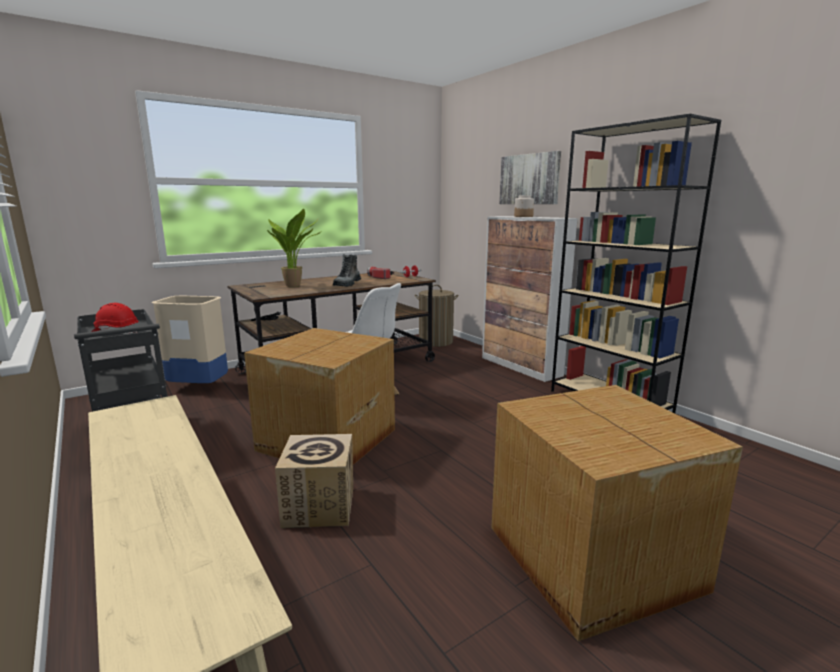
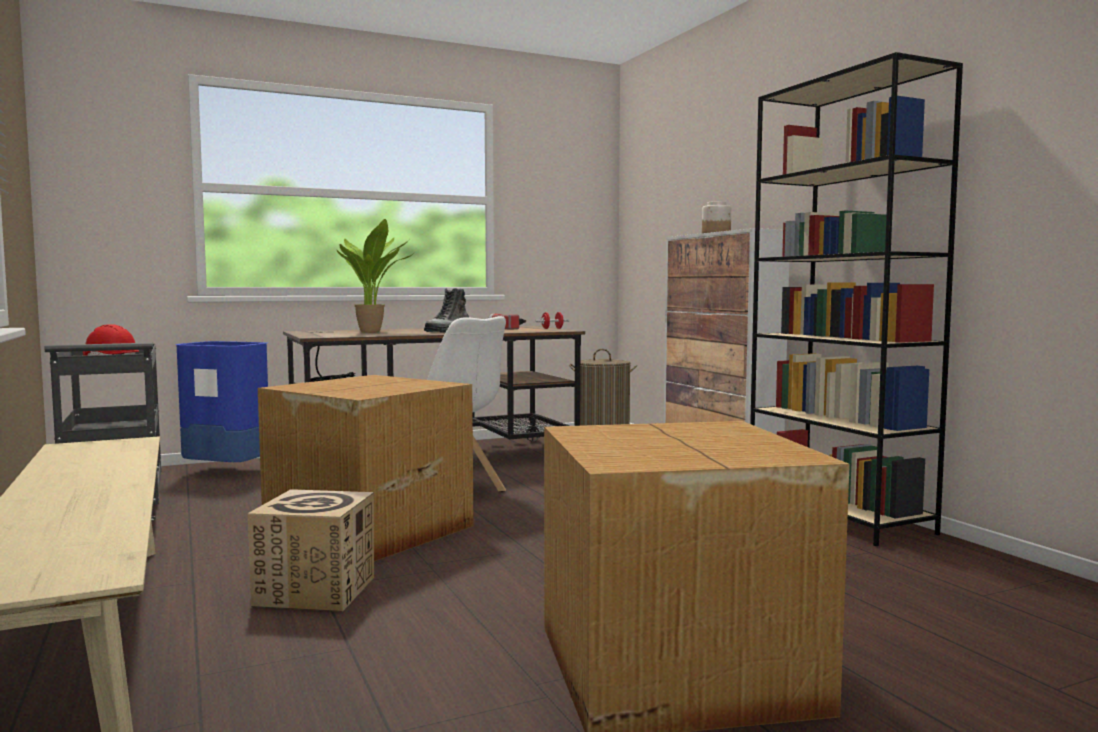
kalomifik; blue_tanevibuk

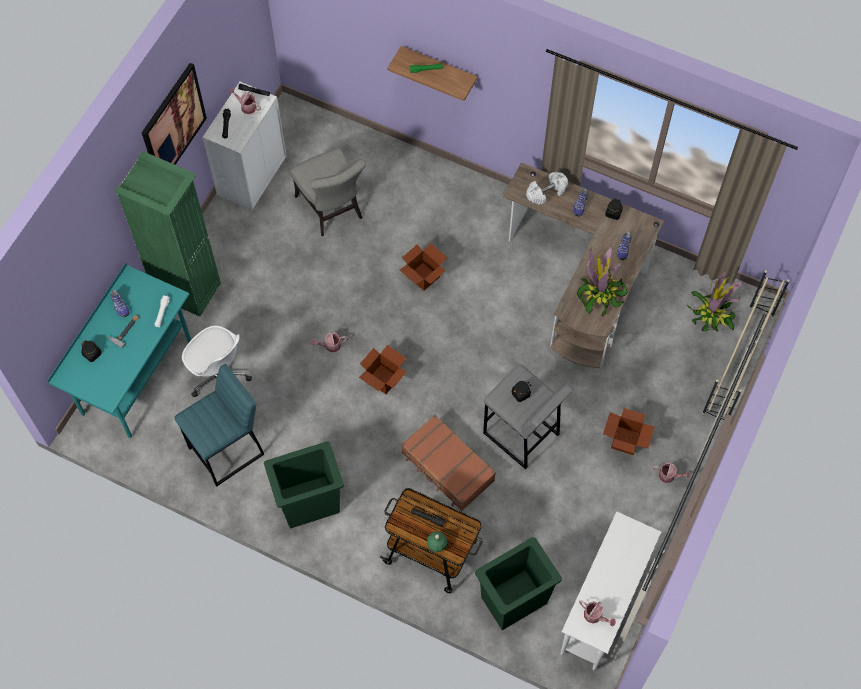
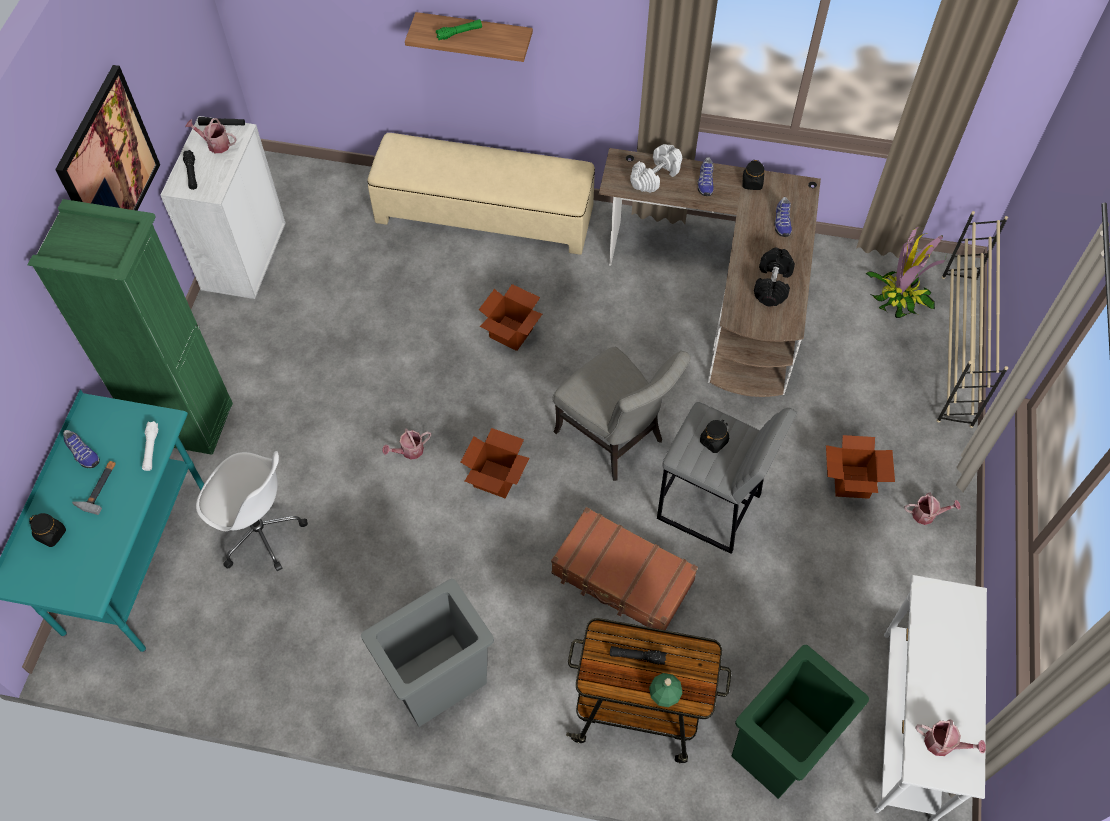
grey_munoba; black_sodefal; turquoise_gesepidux; grey_tanevibuk; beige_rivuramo

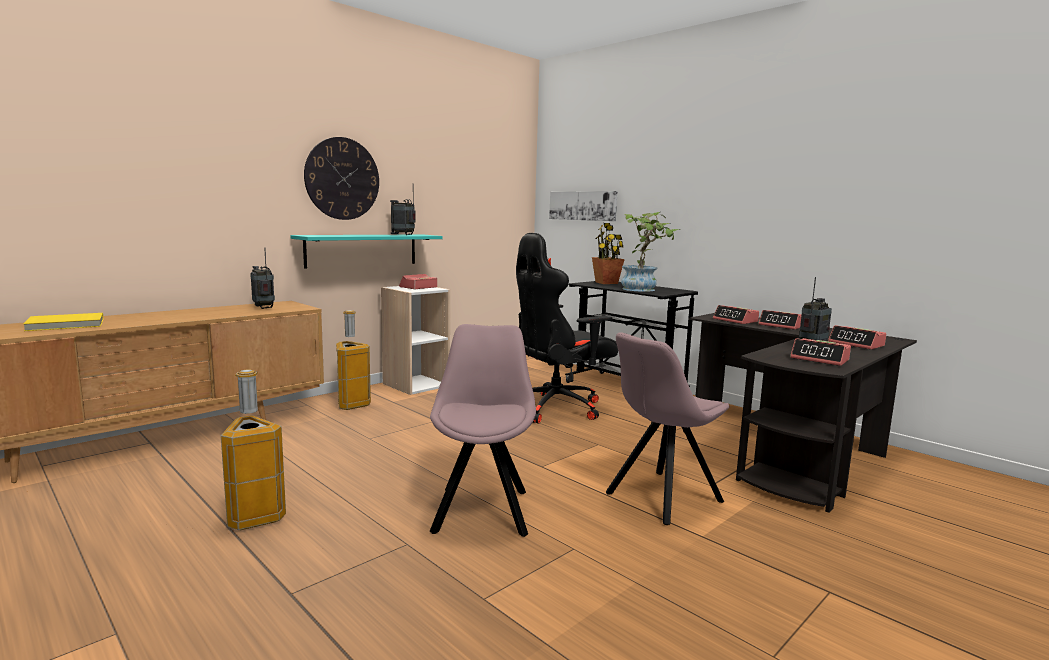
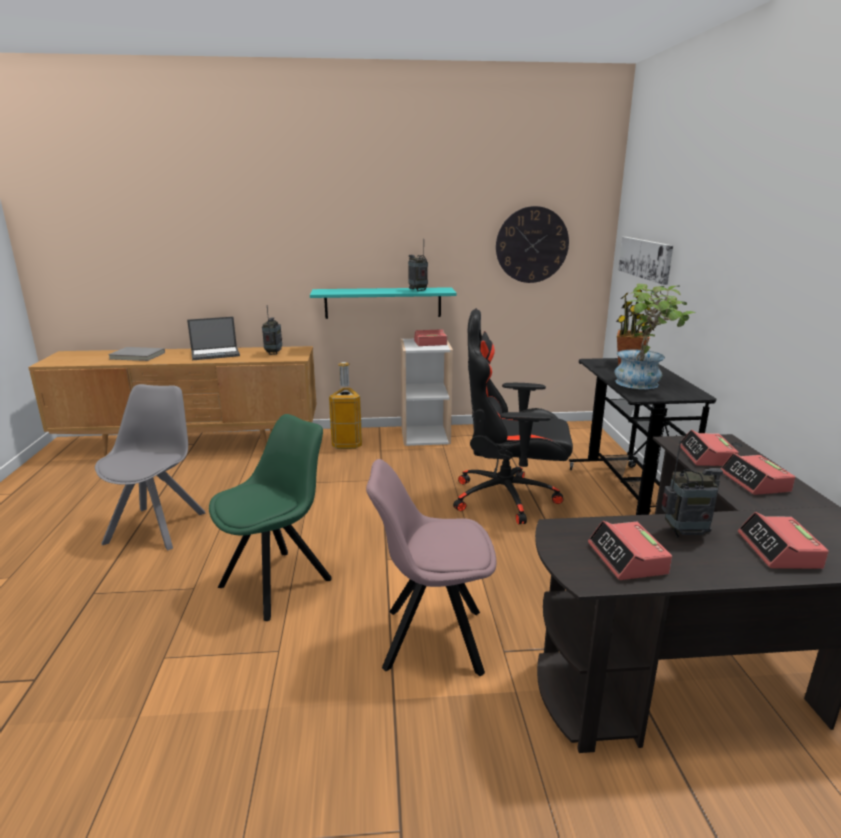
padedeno; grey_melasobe; green_munoba; grey_munoba; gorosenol

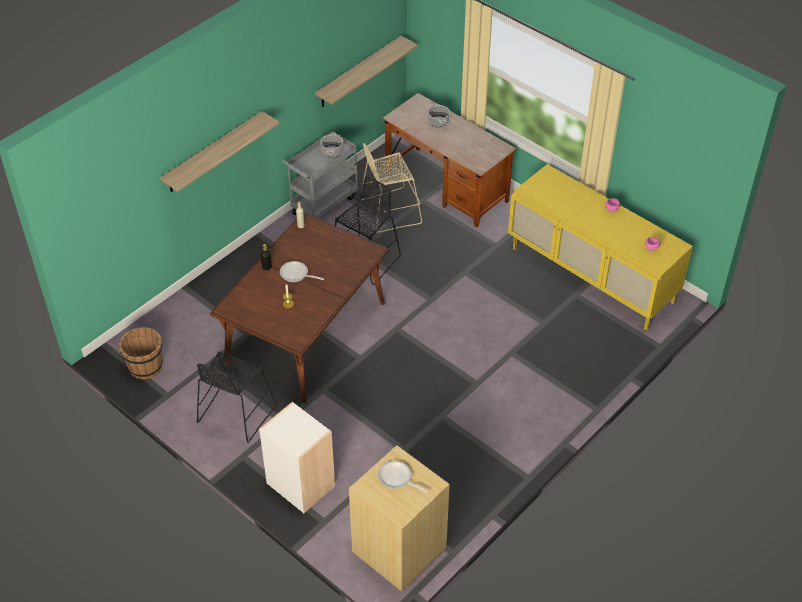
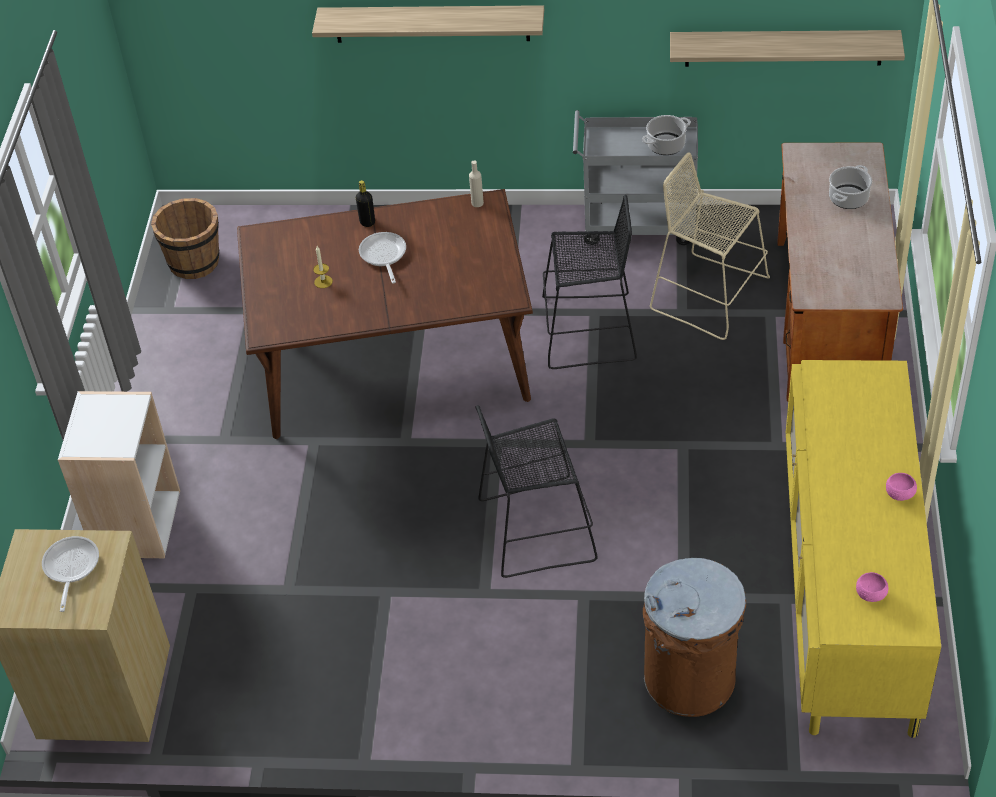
black_gesepidux (no. 1 from left); brown_tanevibuk

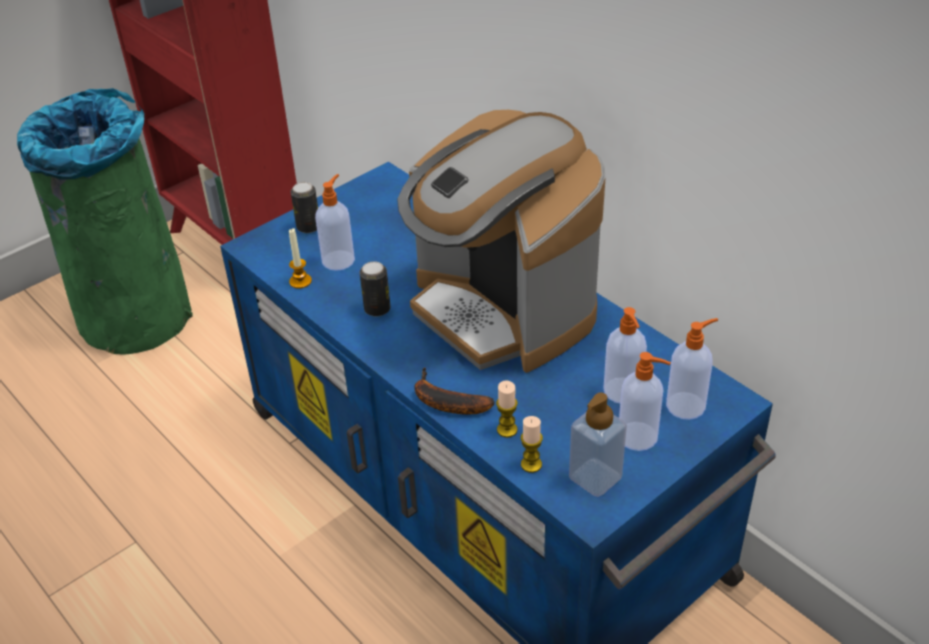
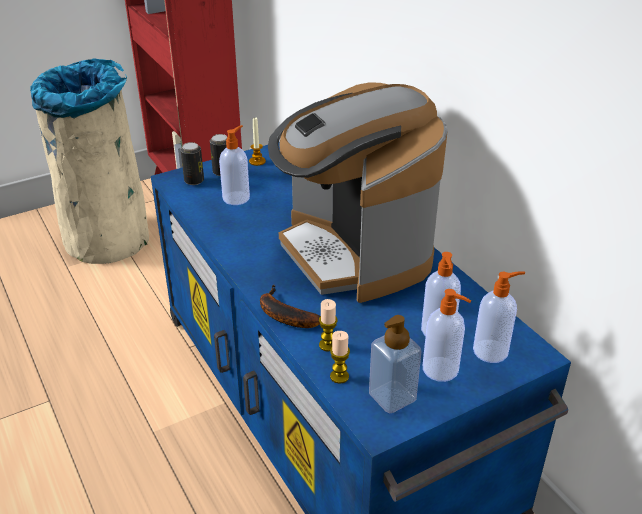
beige_tanevibuk; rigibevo (no. 1 from left); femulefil (no. 1 from left)

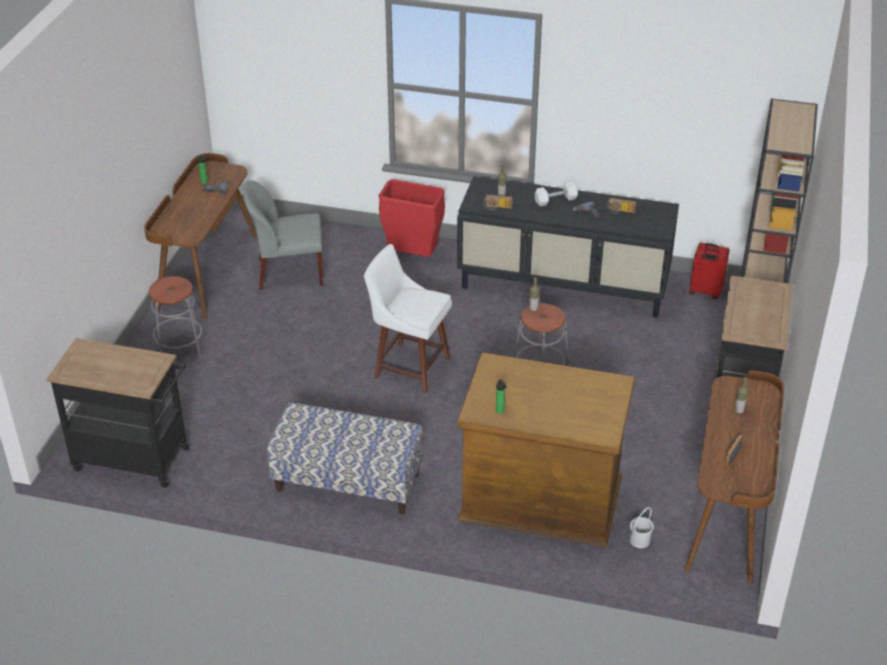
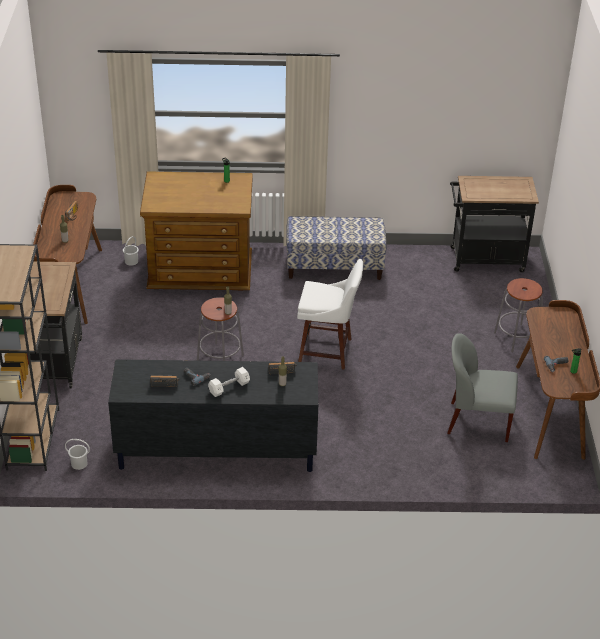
red_tanevibuk; grey_munoba; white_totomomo (no. 1 from left)

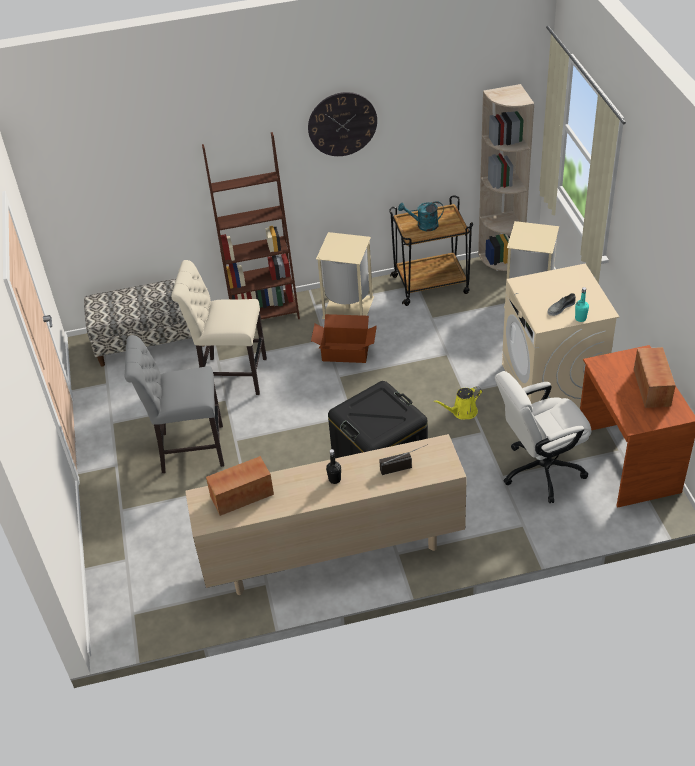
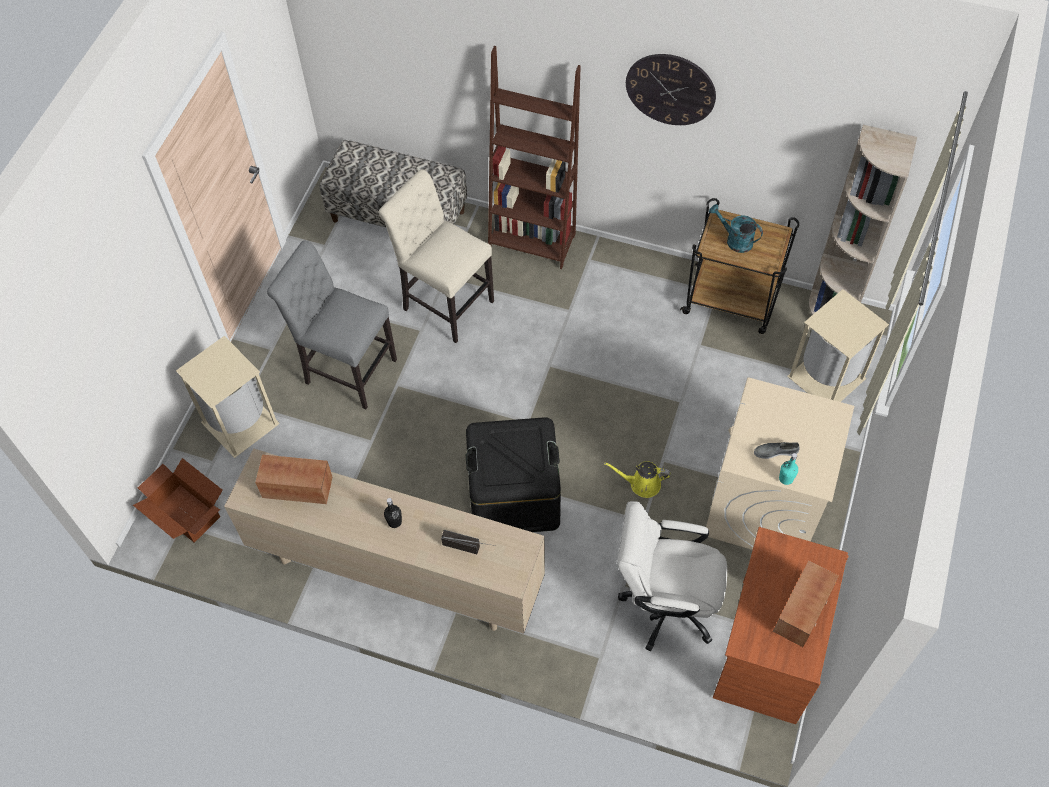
beige_tanevibuk (no. 1 from left); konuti

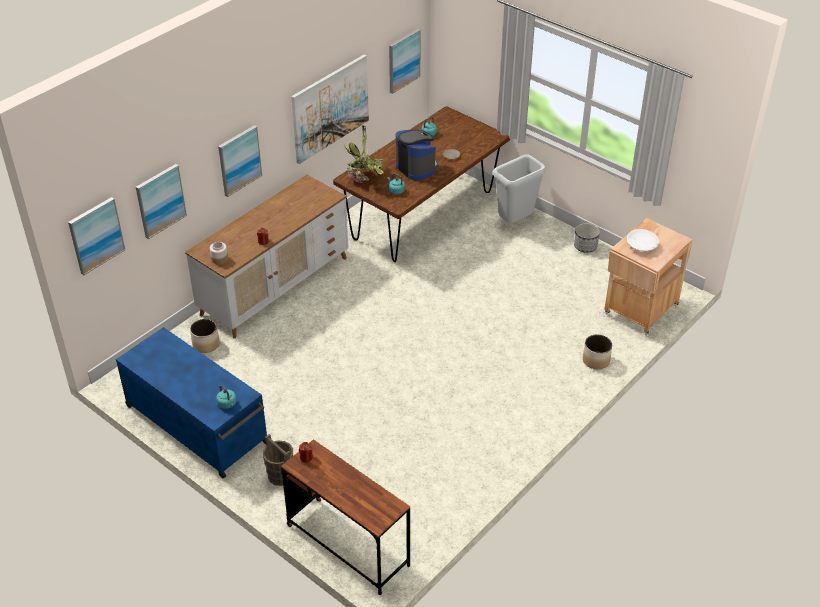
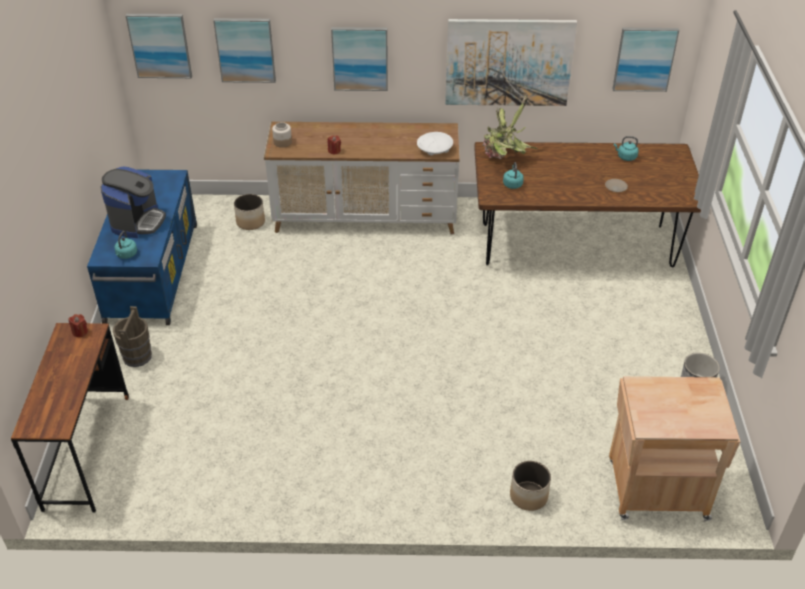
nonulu; grey_tanevibuk; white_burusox

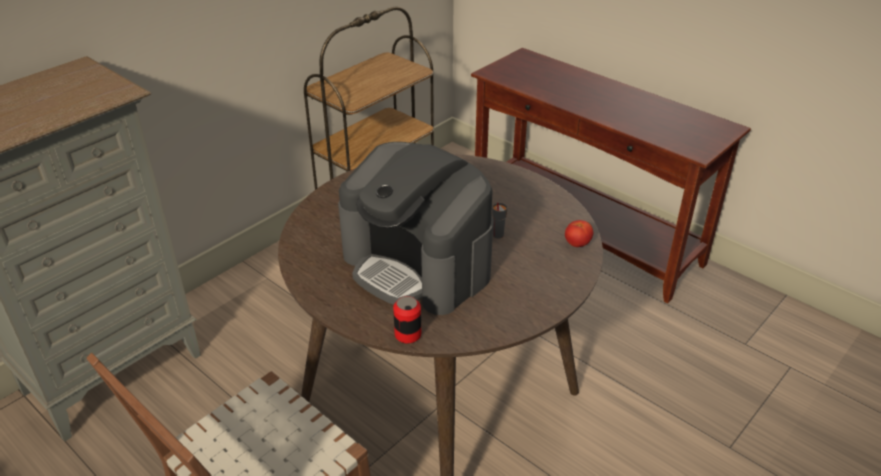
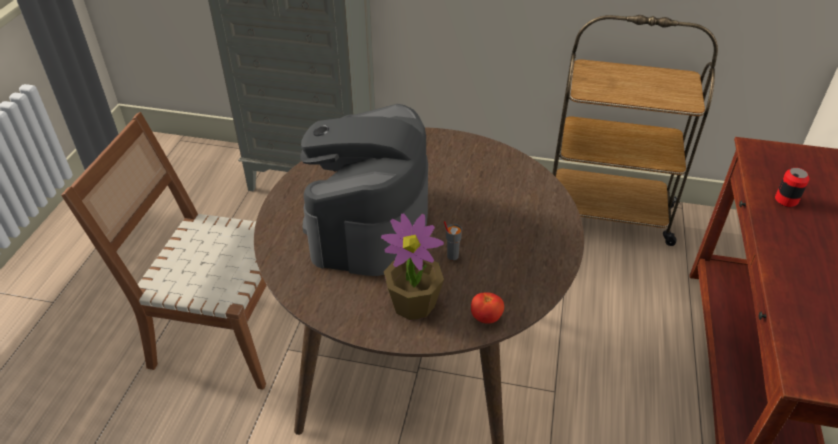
femulefil; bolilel

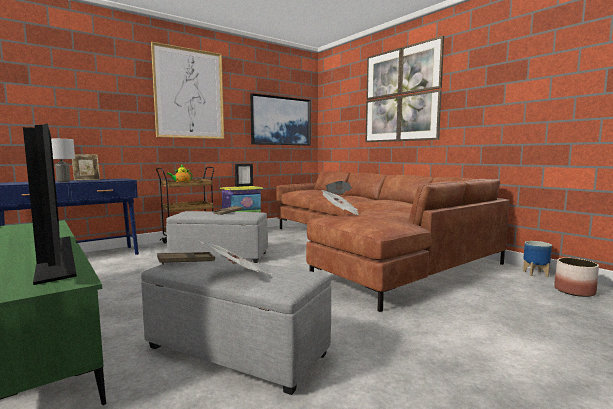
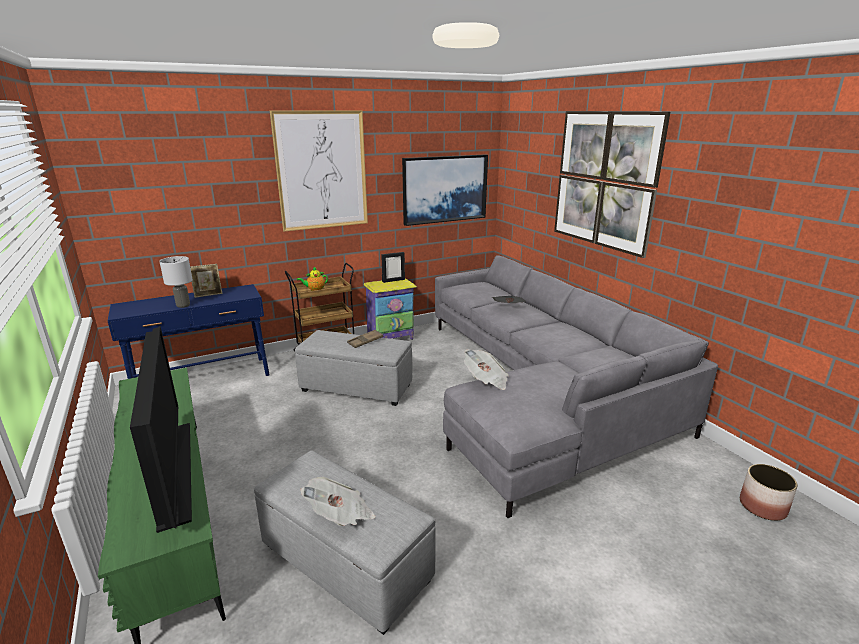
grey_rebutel; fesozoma (no. 1 from left in the first image); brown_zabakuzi (no. 1 from left in the first image)

